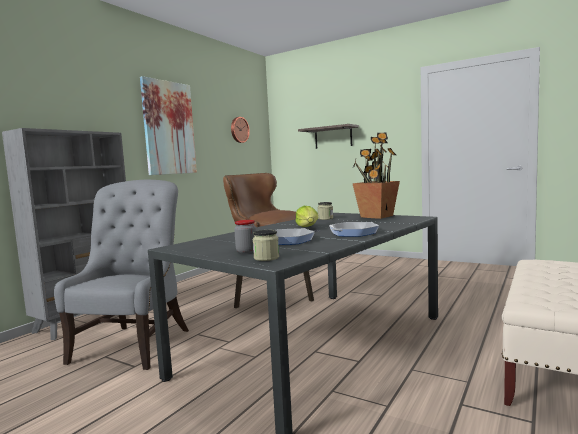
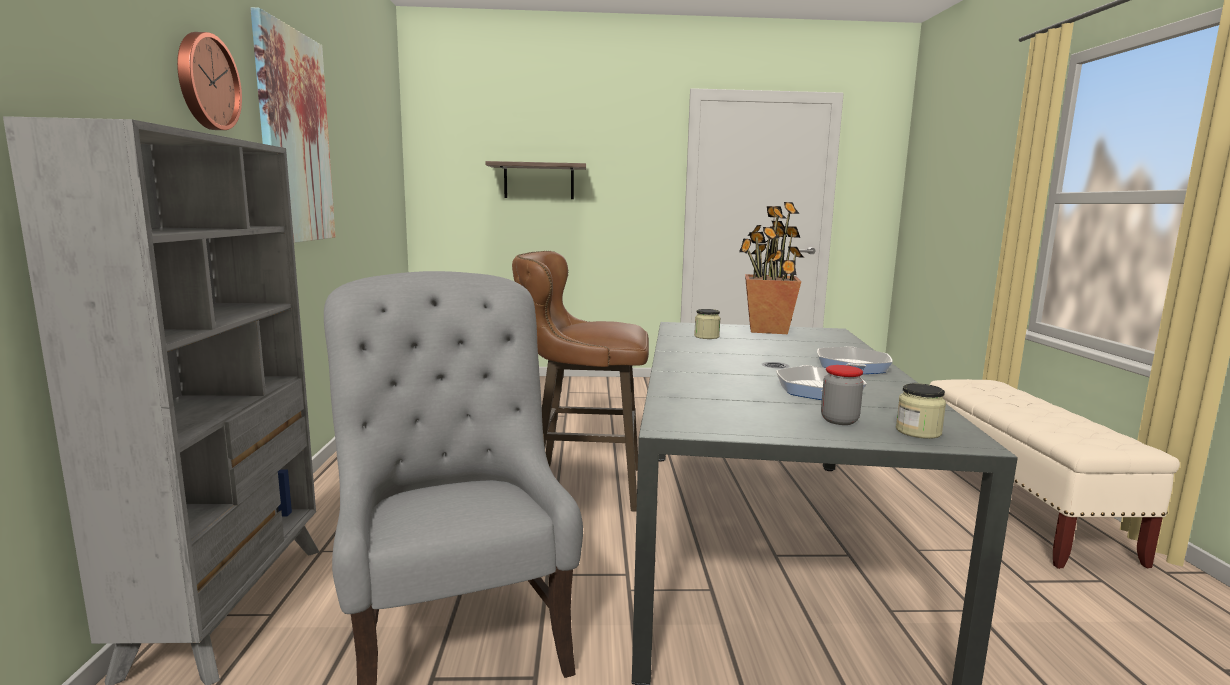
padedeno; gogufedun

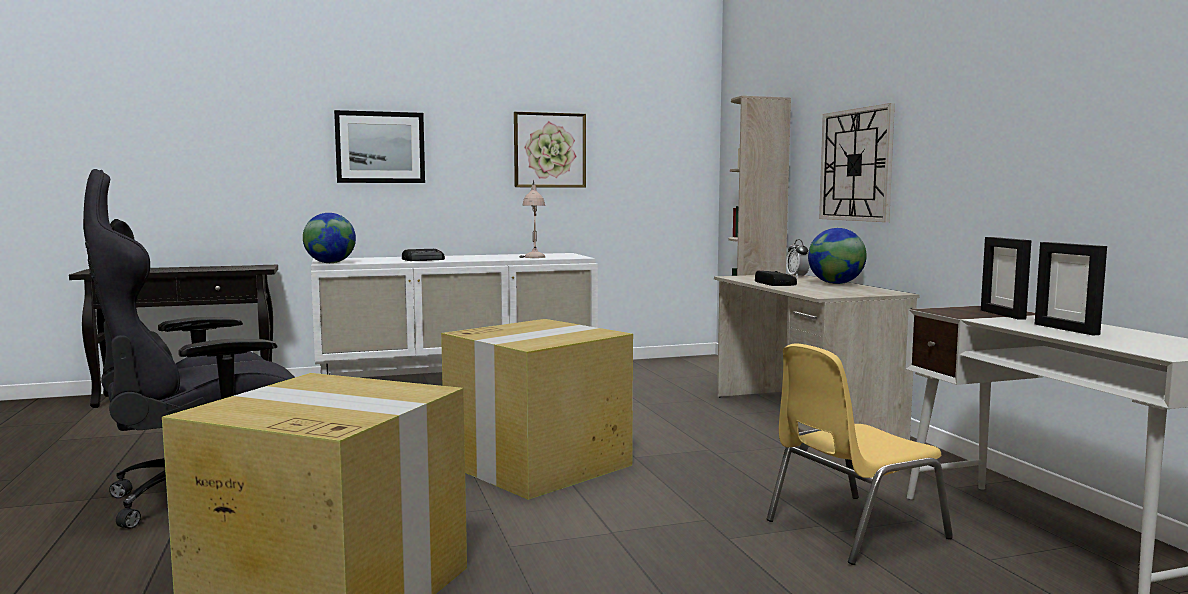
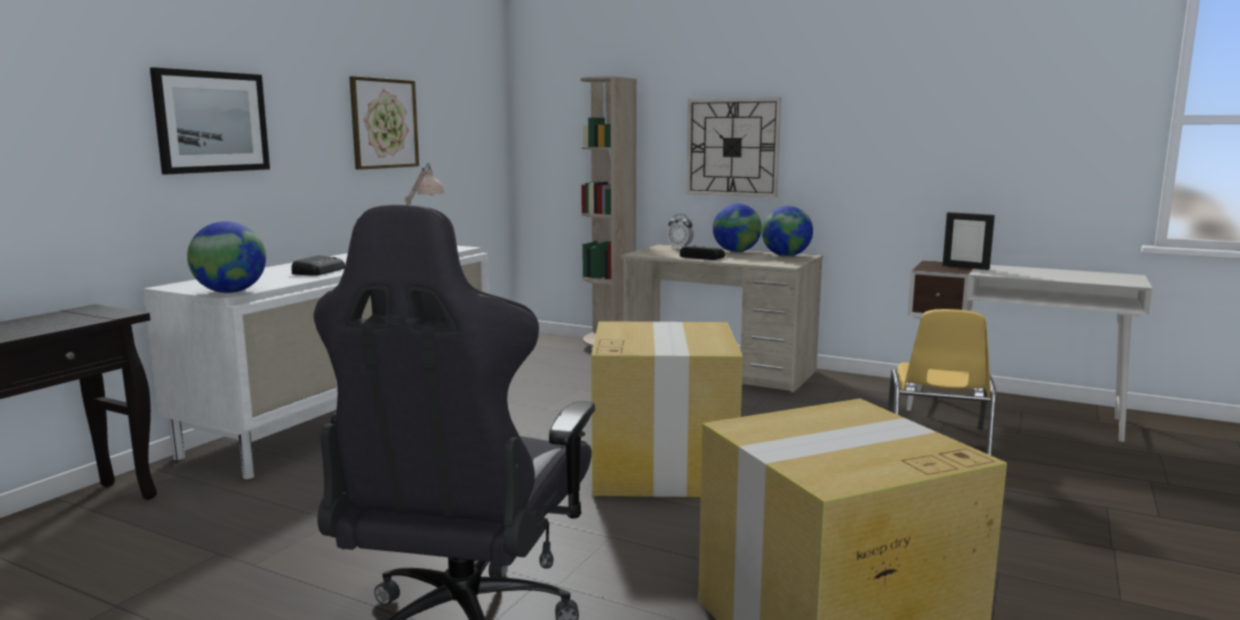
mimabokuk (no. 2 from left in the first image); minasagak (no. 3 from left)

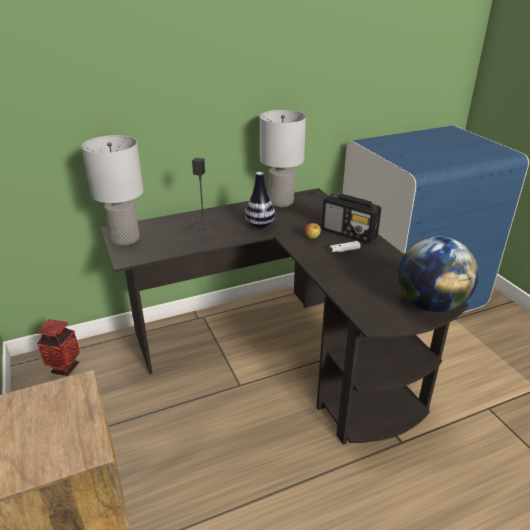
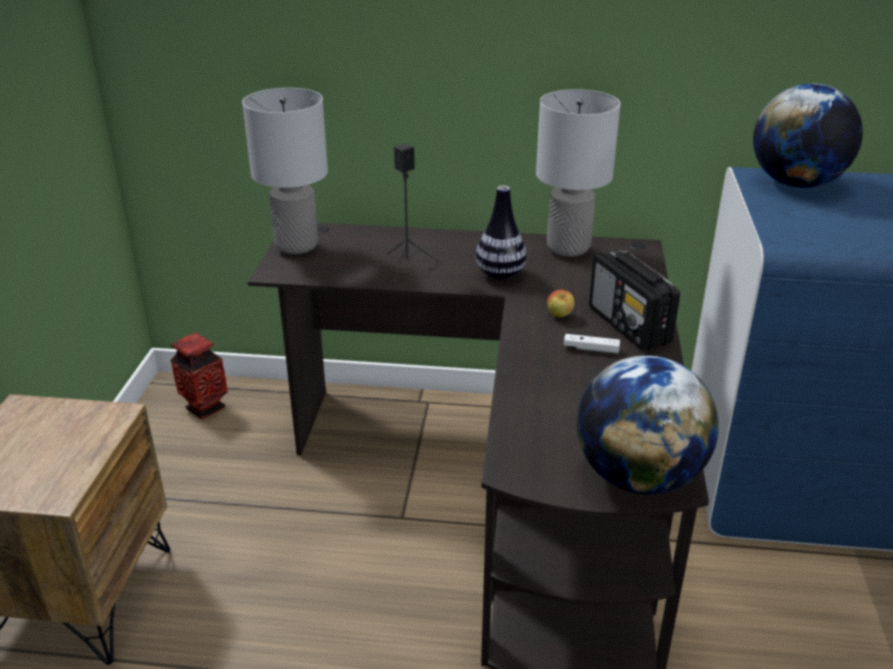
minasagak (no. 2 from left)

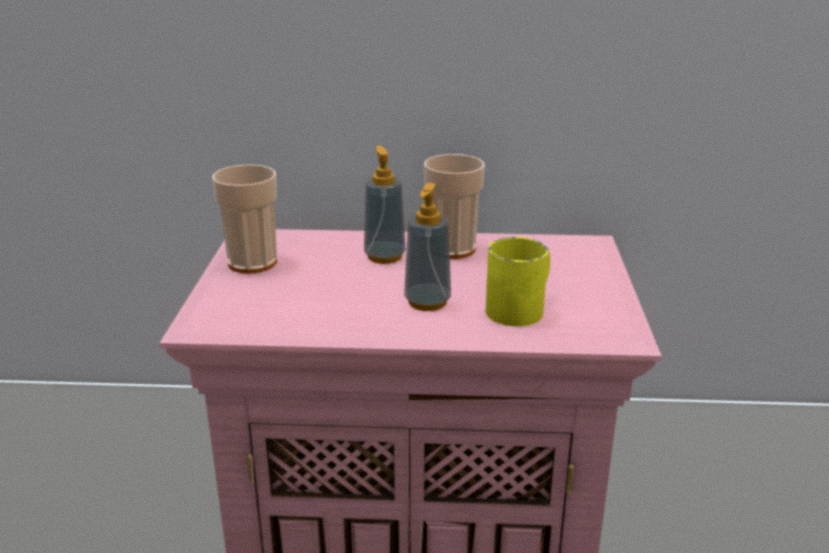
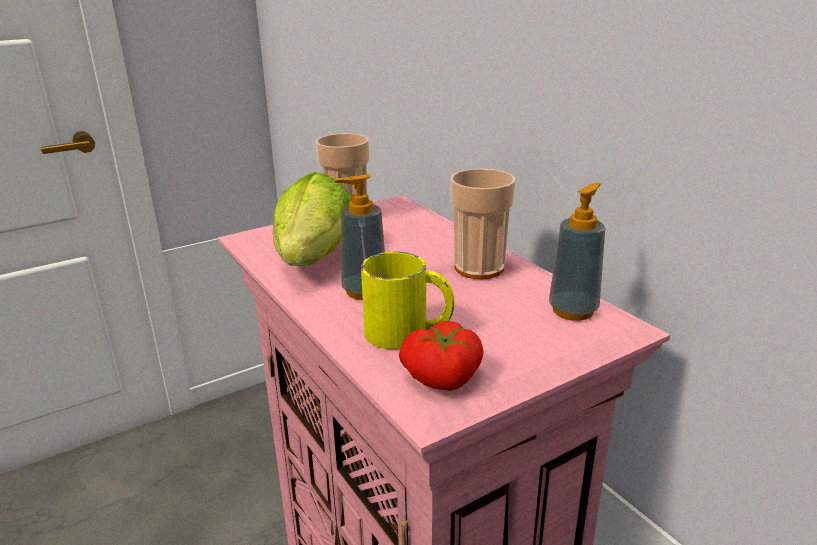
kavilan (no. 2 from left); gogufedun; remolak

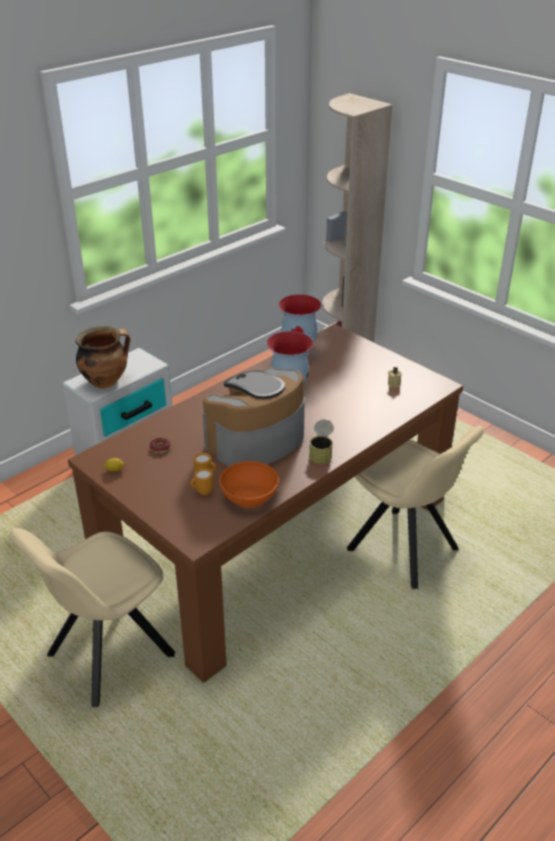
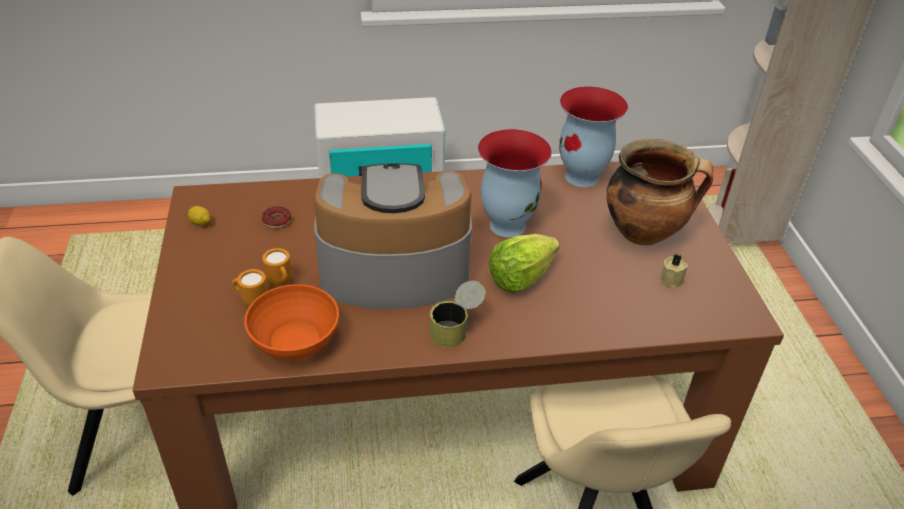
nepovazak; gogufedun

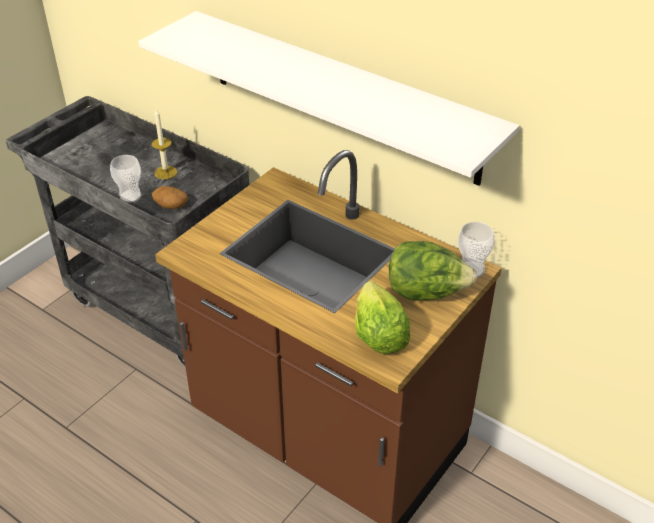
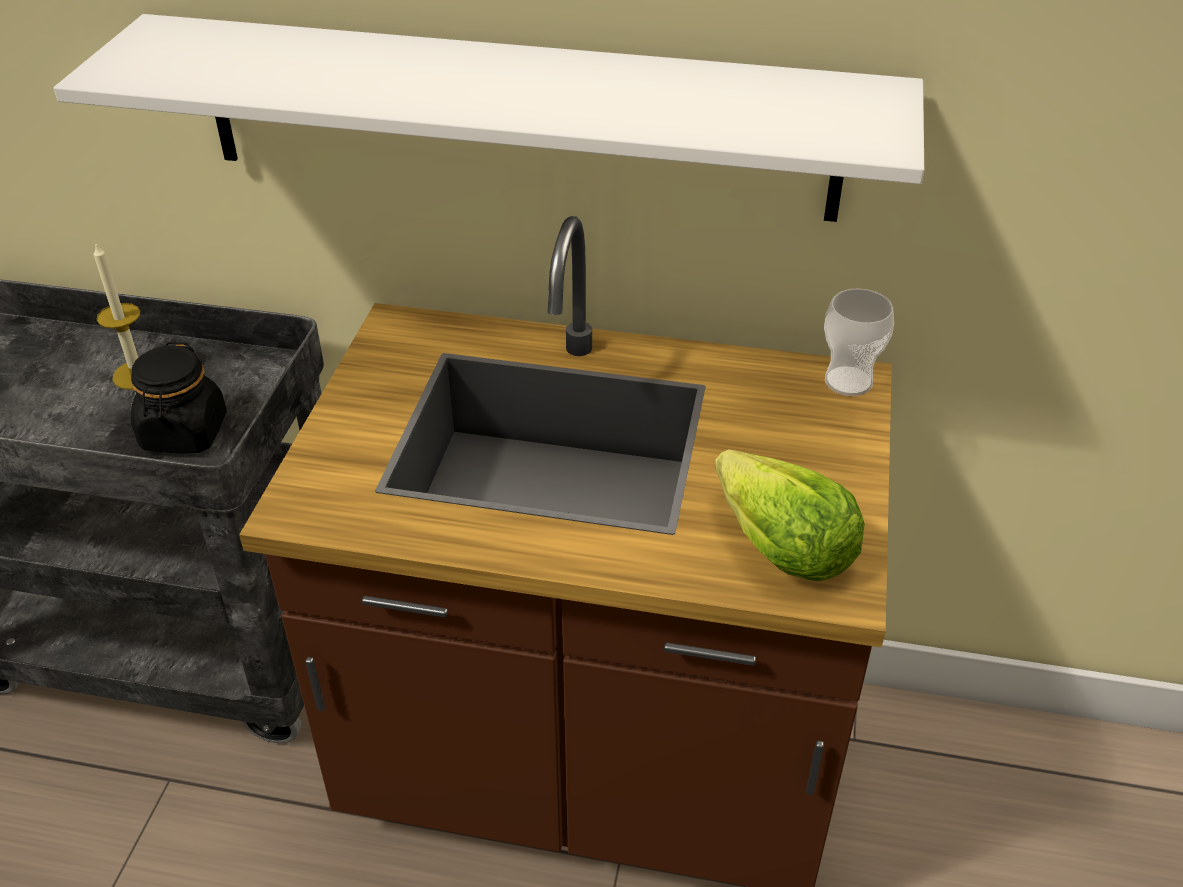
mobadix (no. 1 from left in the first image); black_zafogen; gogufedun (no. 2 from left in the first image)

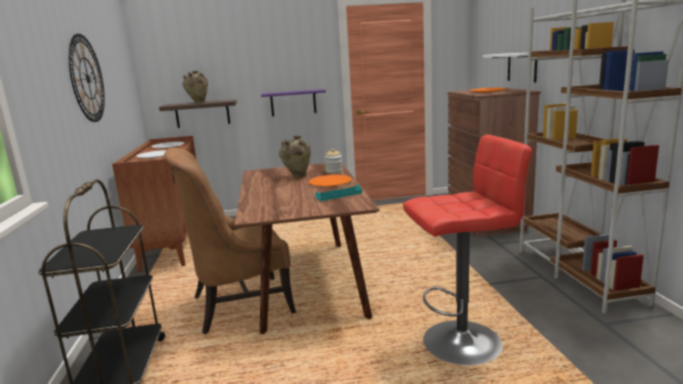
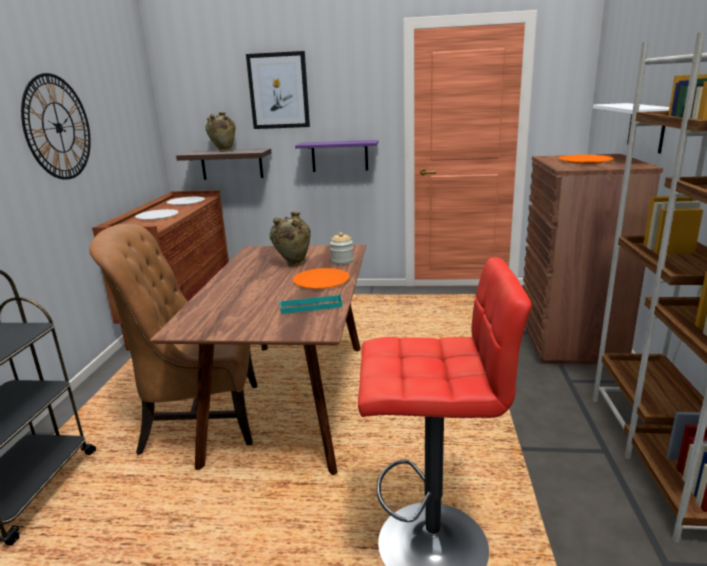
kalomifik

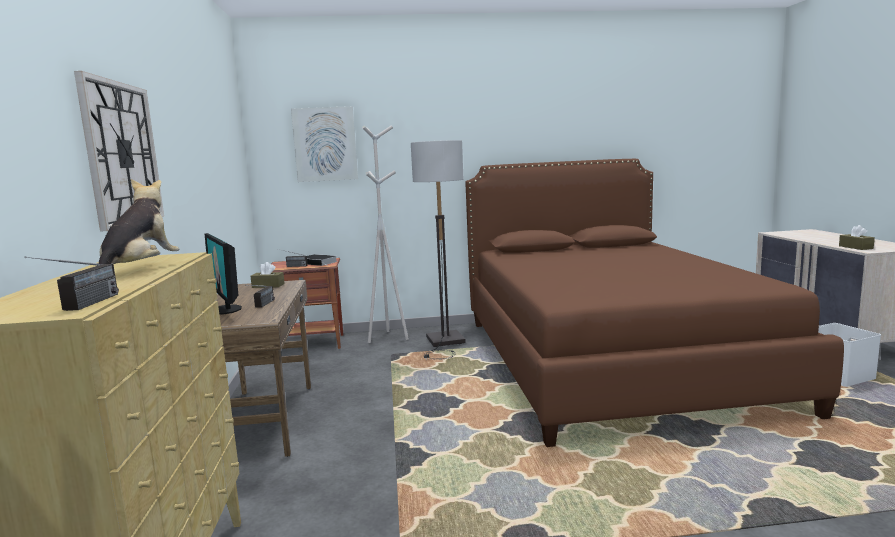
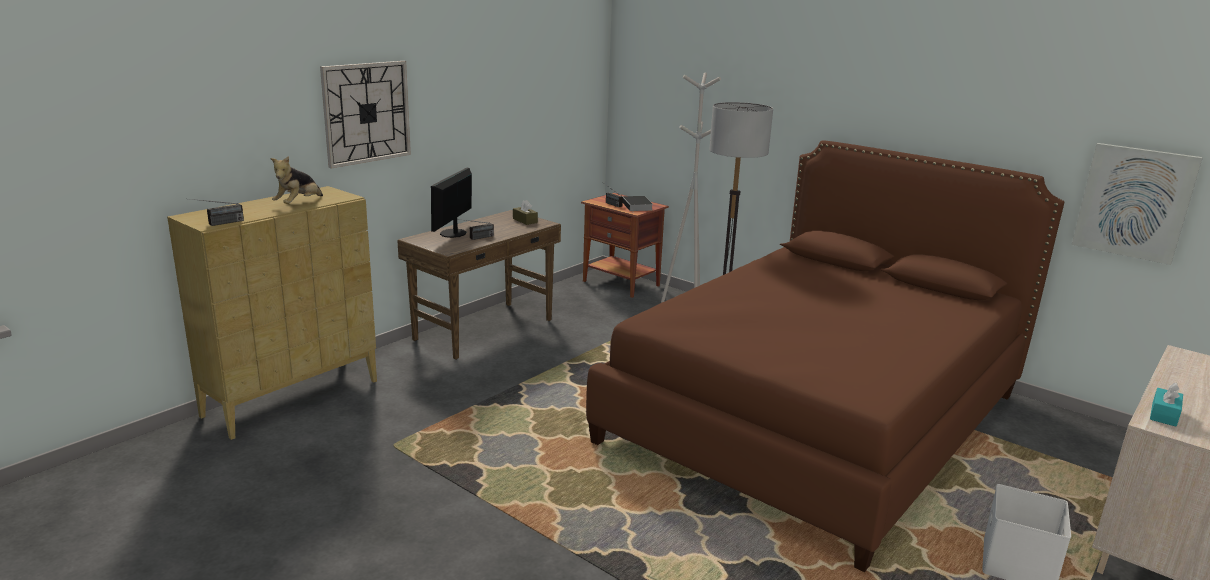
kalomifik; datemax; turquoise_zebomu

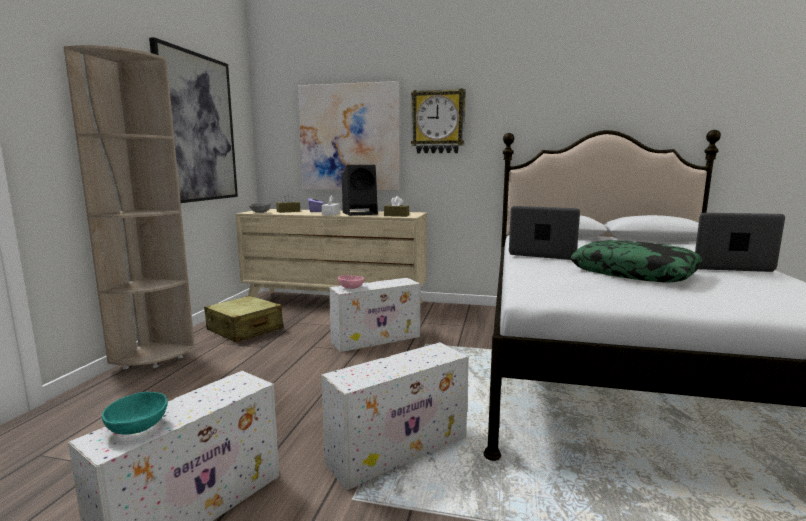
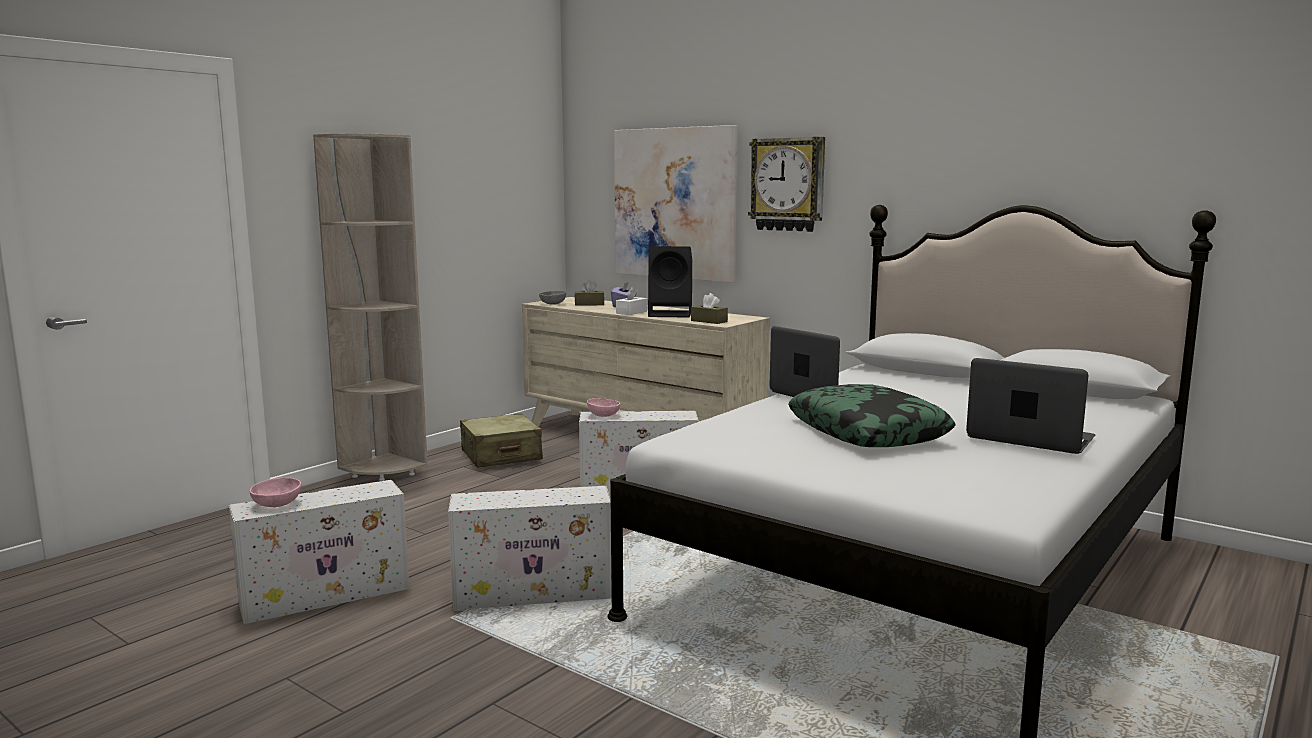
kalomifik (no. 1 from left in the first image); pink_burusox (no. 1 from left)

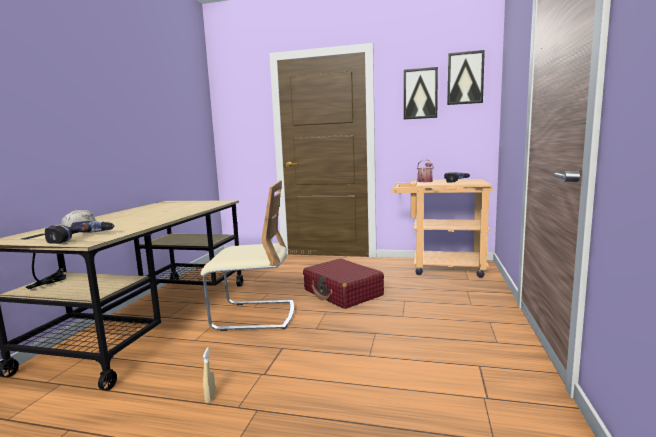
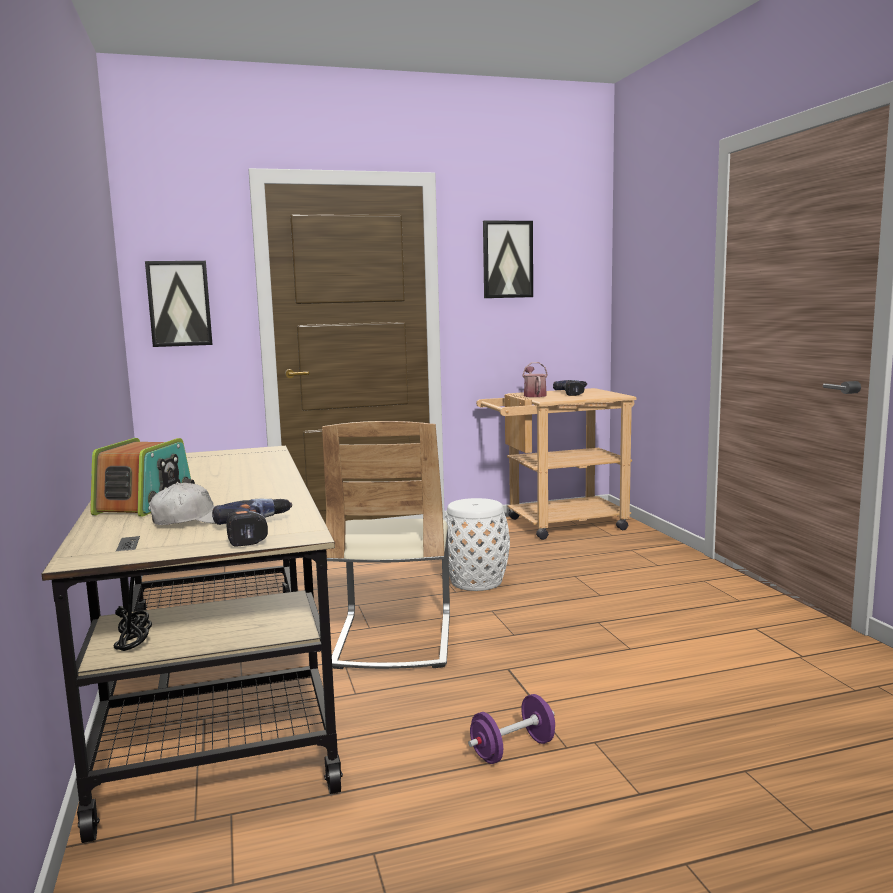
kalomifik (no. 1 from left); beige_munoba; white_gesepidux; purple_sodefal; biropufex

